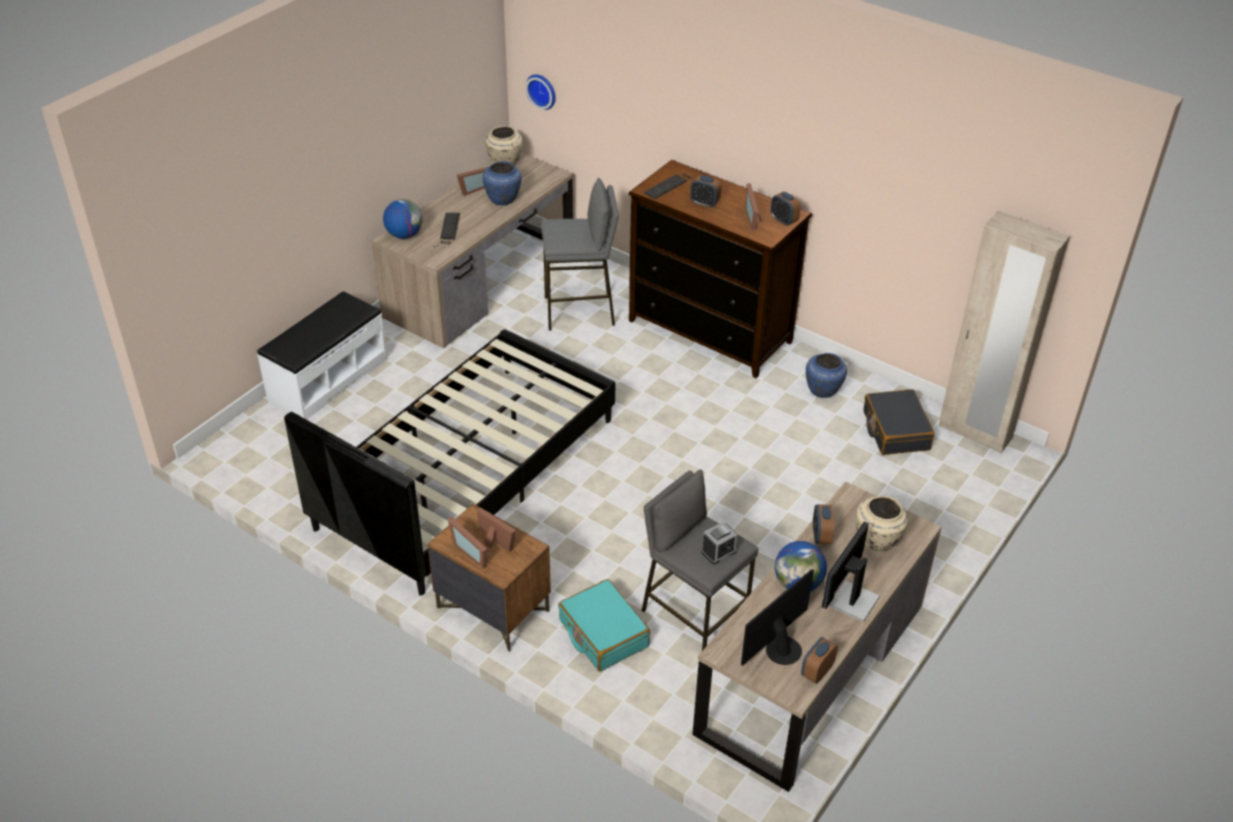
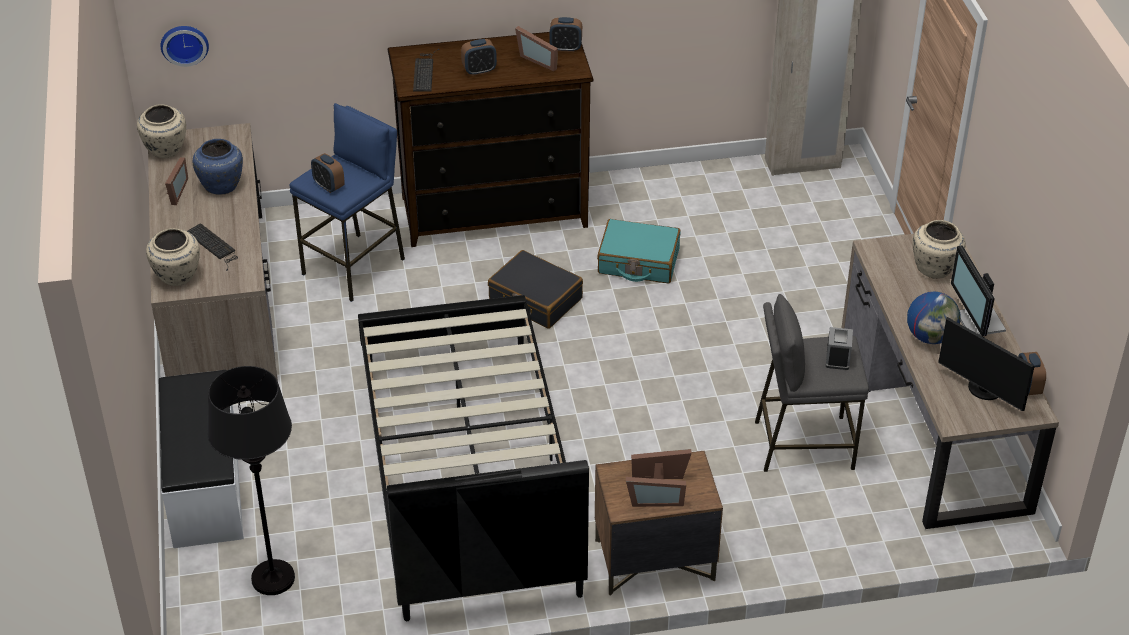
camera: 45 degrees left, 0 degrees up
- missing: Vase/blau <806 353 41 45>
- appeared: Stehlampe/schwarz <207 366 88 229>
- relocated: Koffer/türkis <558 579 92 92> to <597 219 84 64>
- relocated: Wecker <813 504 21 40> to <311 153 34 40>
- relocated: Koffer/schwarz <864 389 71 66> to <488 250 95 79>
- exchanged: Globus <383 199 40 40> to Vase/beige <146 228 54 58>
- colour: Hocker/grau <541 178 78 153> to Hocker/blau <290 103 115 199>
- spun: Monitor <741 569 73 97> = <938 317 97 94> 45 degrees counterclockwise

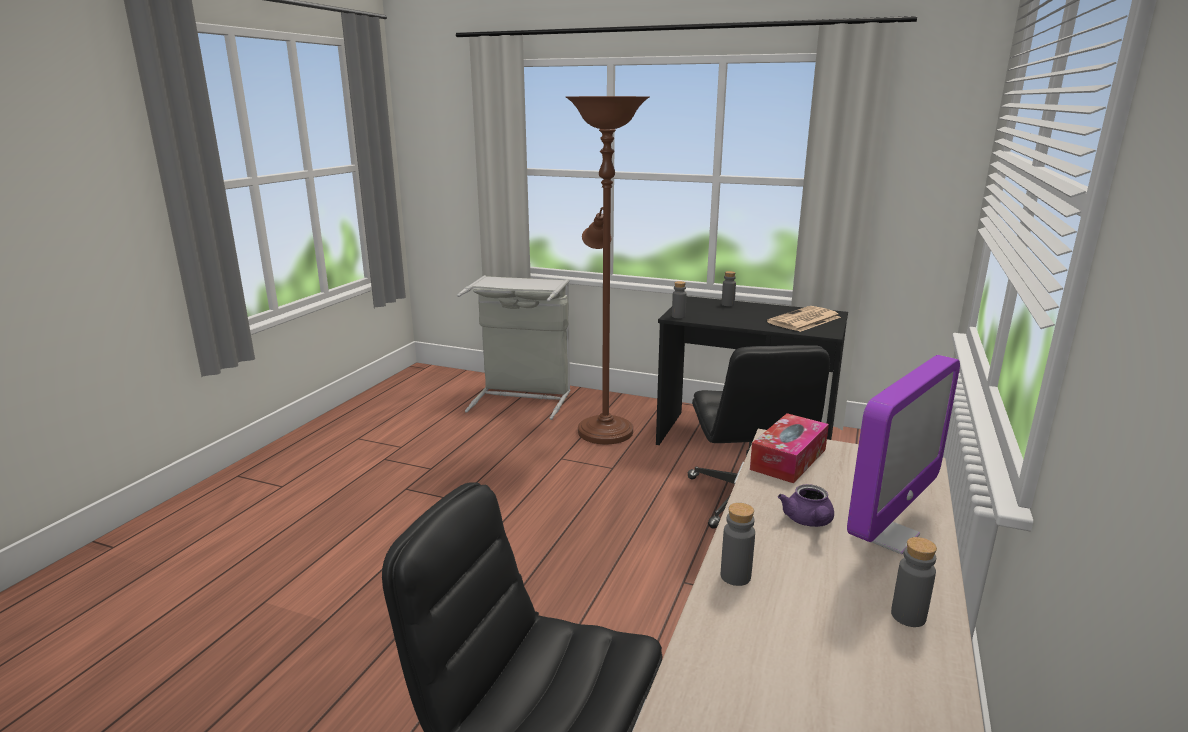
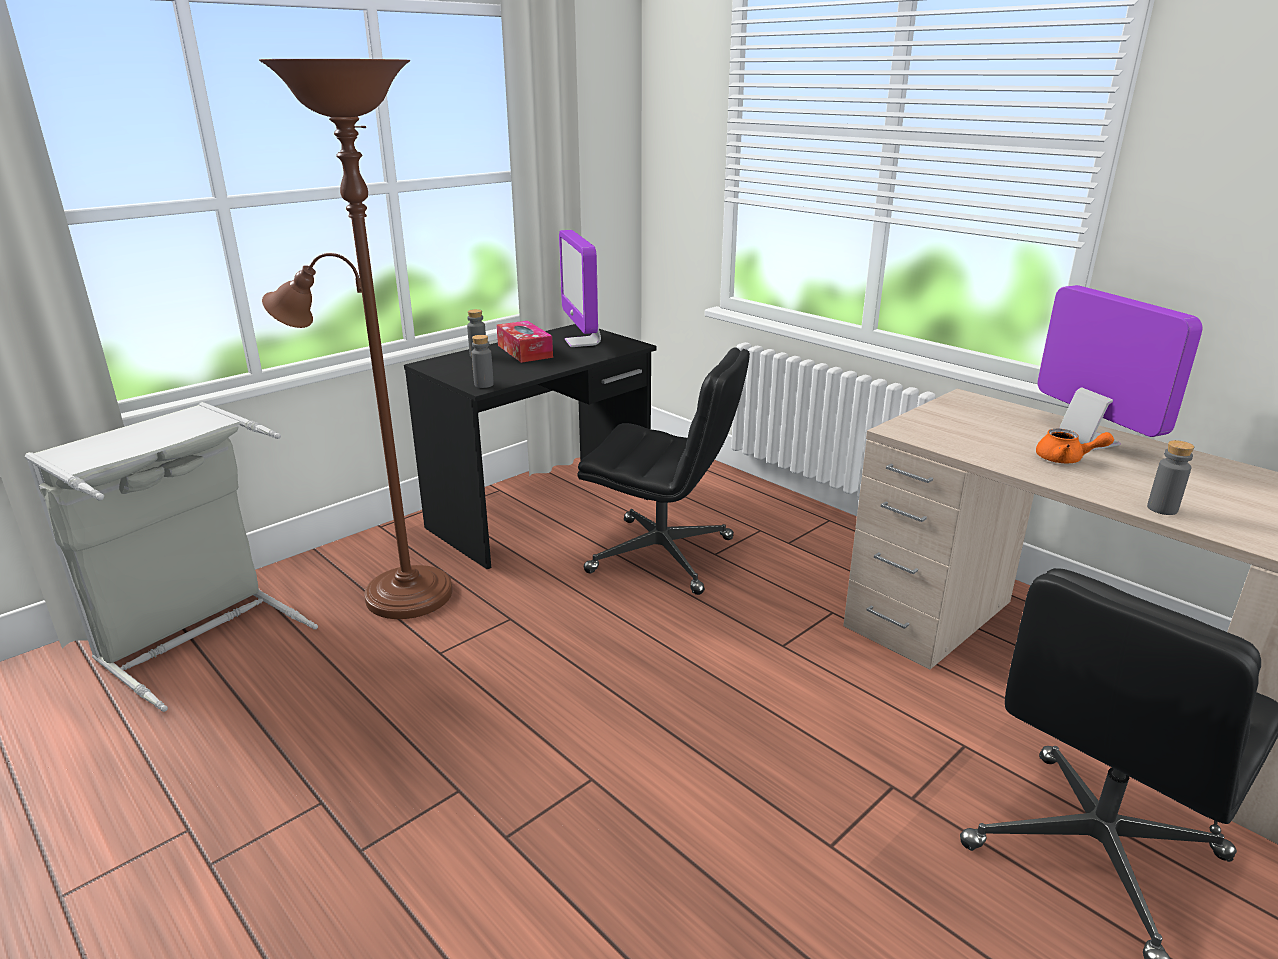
camera: 65 degrees left, 5 degrees up
- missing: Flasche/grau <891 537 46 90>
- relocated: Taschentuchbox <750 413 79 70> to <497 321 56 42>
- exchanged: Zeitung <767 306 74 26> to Monitor <559 230 42 117>
- colour: Teekanne/lila <778 484 56 43> to Teekanne/orange <1036 429 78 34>

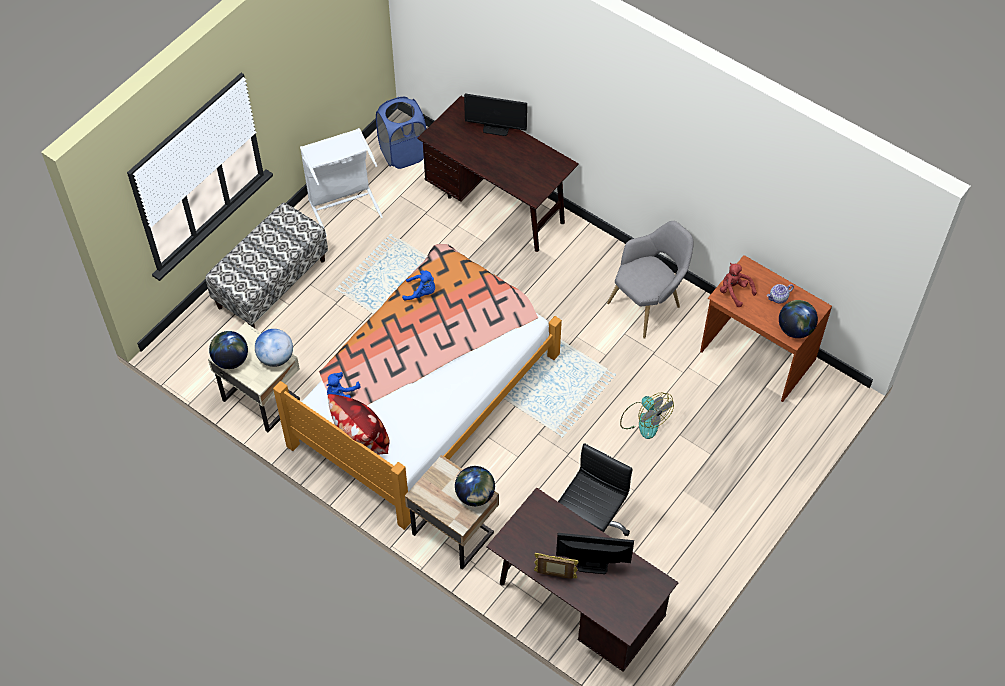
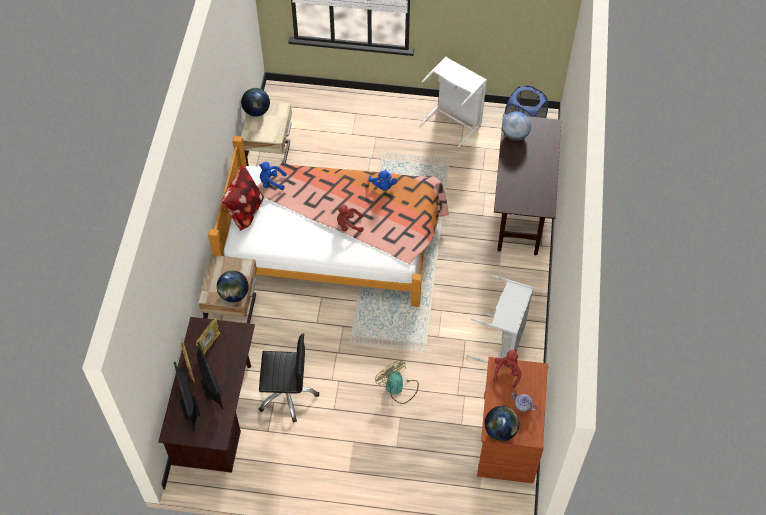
camera: 60 degrees right, 0 degrees up
- missing: Bank <205 203 123 125>
- appeared: Bilderrahmen <196 318 24 36>
- appeared: Plüschtier/rot <337 205 26 27>
- relocated: Globus <255 329 38 38> to <502 111 29 30>
- relocated: Monitor <464 94 63 42> to <174 362 26 70>
- exchanged: Sessel/grau <607 221 86 117> to Wäschekorb/grau <466 274 68 90>
- spun: Ventilator <620 393 54 46> = <375 360 44 44> 120 degrees clockwise

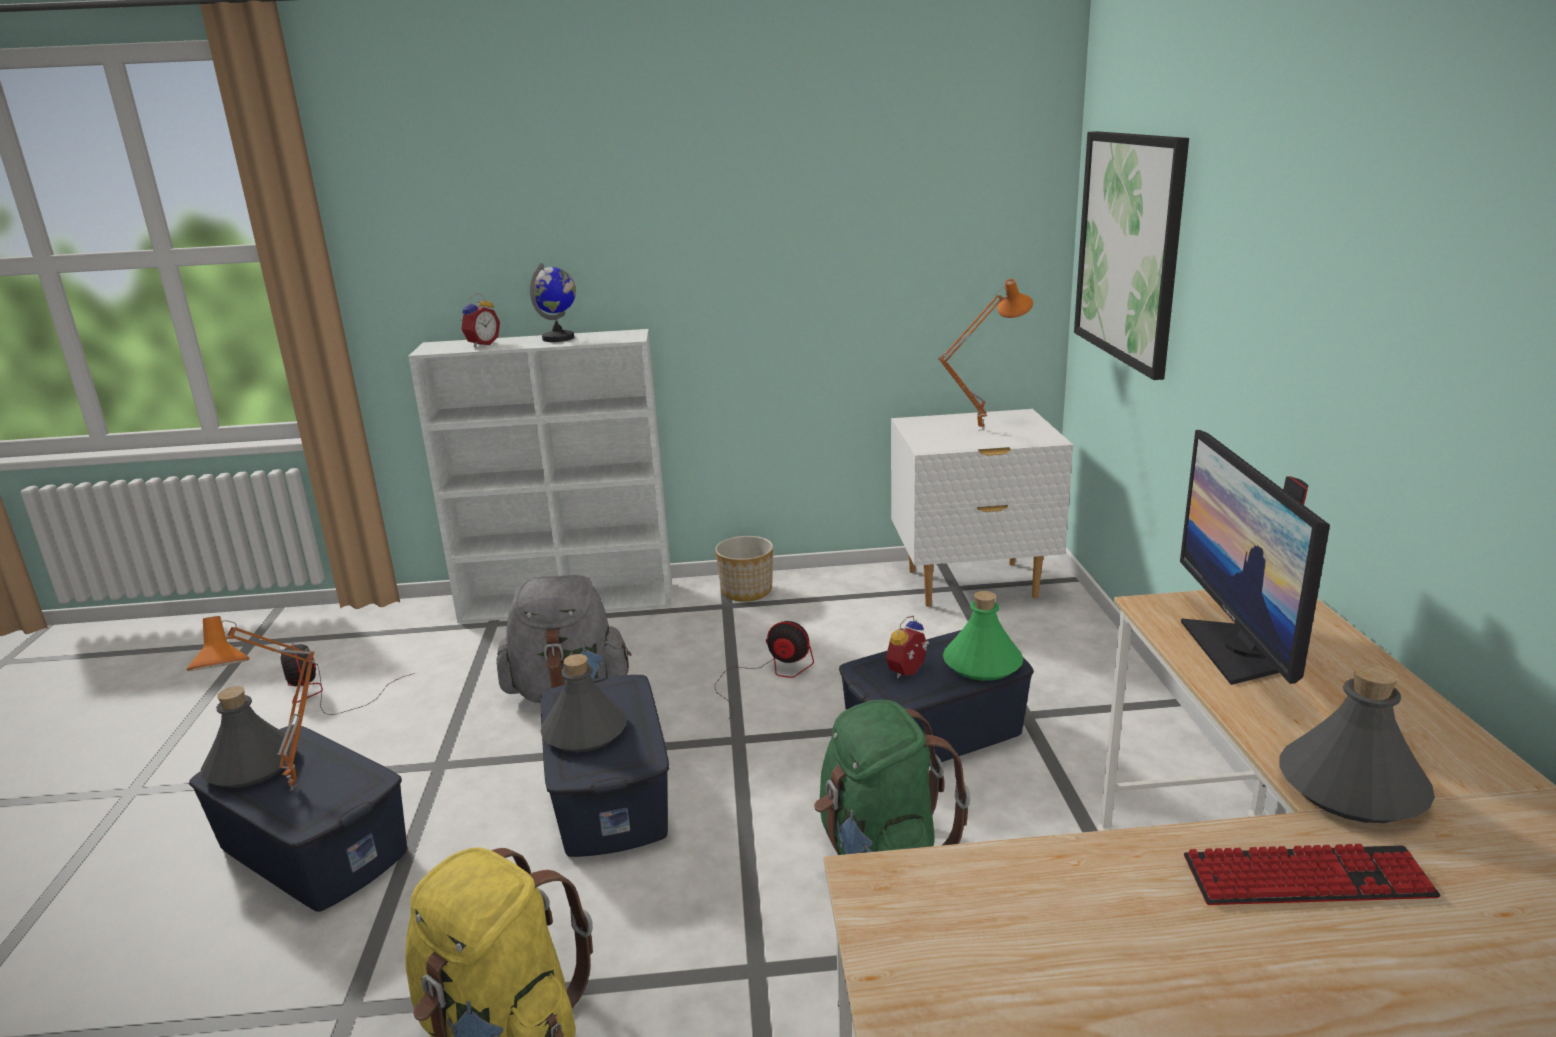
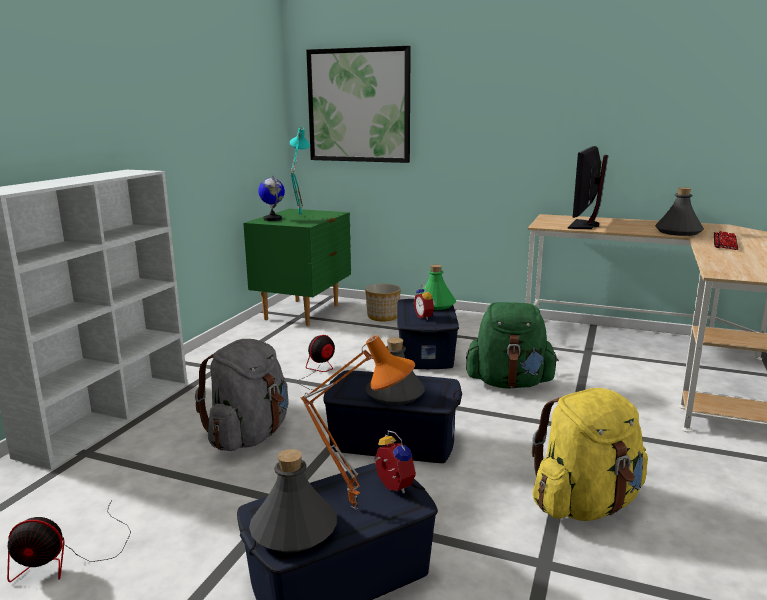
camera: 65 degrees left, 5 degrees down
- relocated: Wecker <461 293 39 54> to <374 430 42 64>
- relocated: Globus <530 263 46 79> to <258 175 27 46>
- relocated: Pflanzkübel <715 536 58 66> to <365 284 36 37>
- colour: Nachttisch/weiß <891 409 182 198> to Nachttisch/grün <243 209 108 117>
- colour: Tischlampe/orange <938 279 95 152> to Tischlampe/türkis <290 127 20 90>
- spun: Monitor <1180 430 150 255> = <568 146 41 83> 90 degrees clockwise

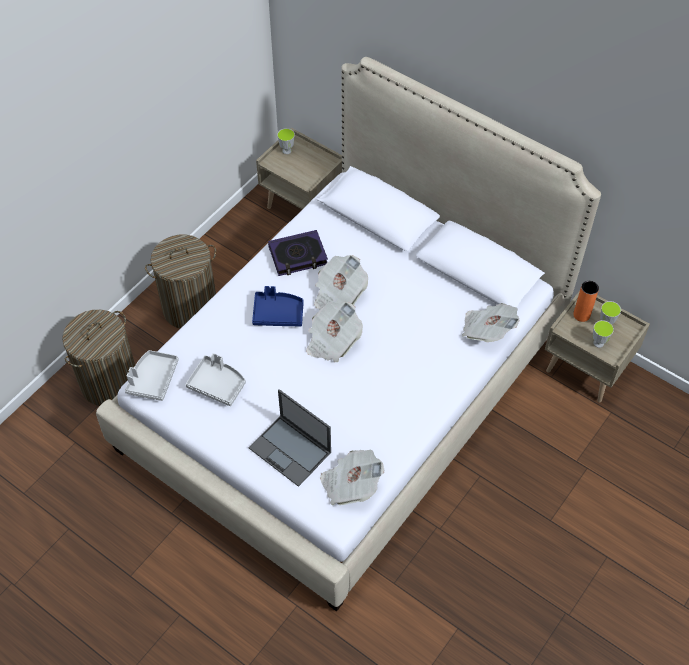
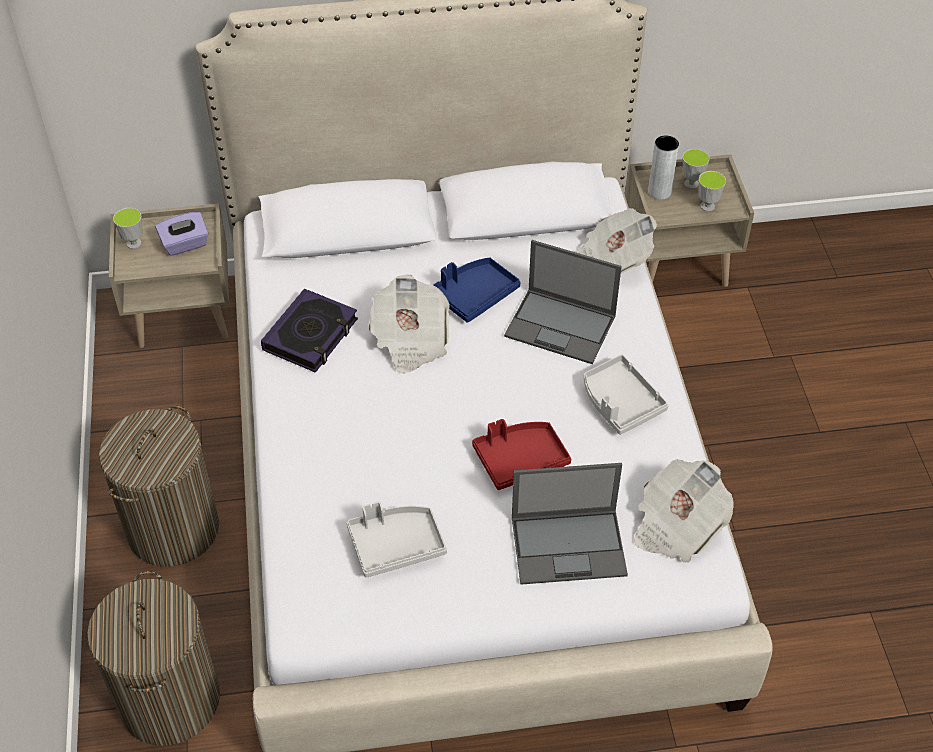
camera: 45 degrees left, 5 degrees down
- missing: Zeitung <306 302 57 60>
- appeared: Taschentuchbox/lila <155 212 54 44>
- appeared: Tablett/rot <472 419 99 71>
- appeared: Laptop <504 240 118 124>
- relocated: Tablett/grau <125 350 54 51> to <584 354 85 81>
- relocated: Tablett/blau <252 286 52 40> to <433 257 87 66>
- colour: Vase/orange <573 281 26 41> to Vase/grau <648 136 31 64>

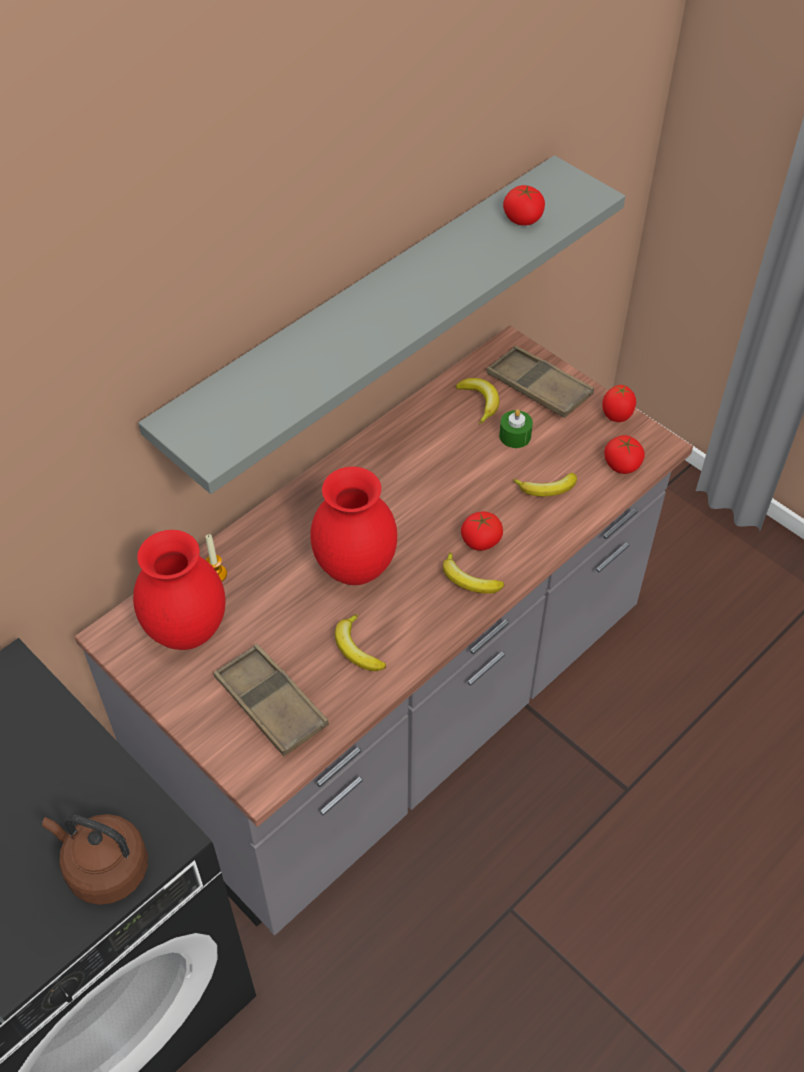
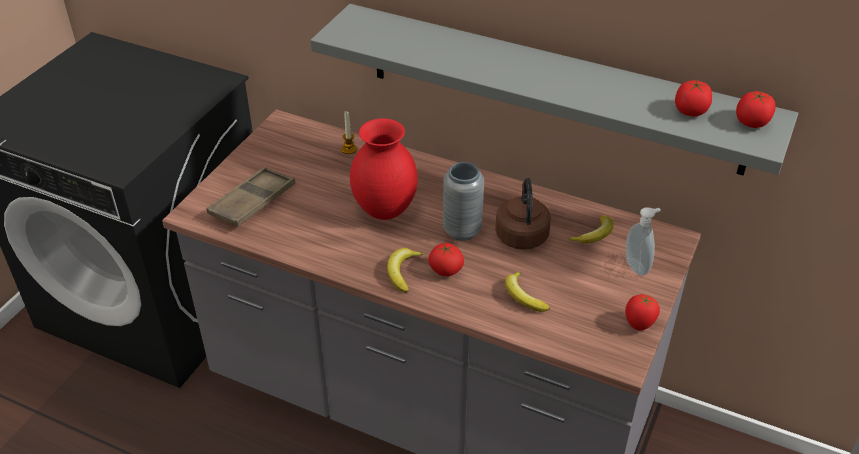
camera: 70 degrees right, 10 degrees down
- missing: Vase/rot <133 530 93 120>
- missing: Banane <335 614 51 57>
- missing: Kerze/grün <499 409 34 39>
- appeared: Vase/grau <443 162 41 79>
- relocated: Wasserkessel/braun <42 814 106 91> to <495 178 56 72>
- relocated: Tomate <604 435 41 39> to <736 91 39 37>
- exchanged: Tablett/braun <486 346 108 72> to Seifenspender <626 207 35 69>

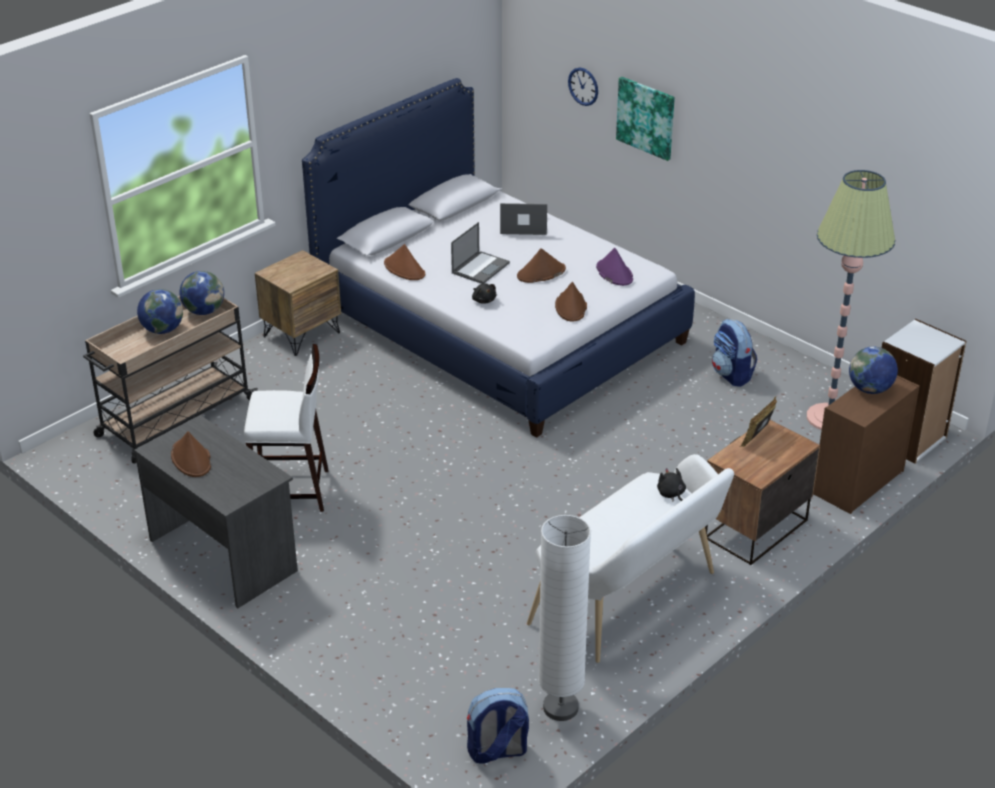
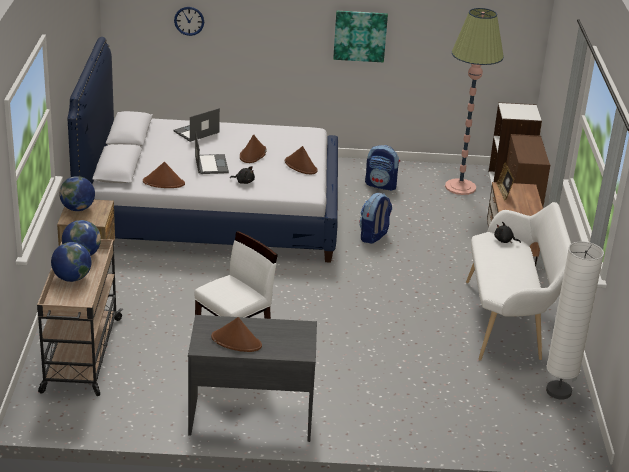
camera: 45 degrees left, 5 degrees down
- missing: Hut/lila <596 248 37 38>
- relocated: Rucksack <467 688 62 76> to <359 193 33 51>
- relocated: Bild <616 77 59 84> to <333 11 55 51>
- relocated: Globus <849 347 49 47> to <59 176 36 35>

